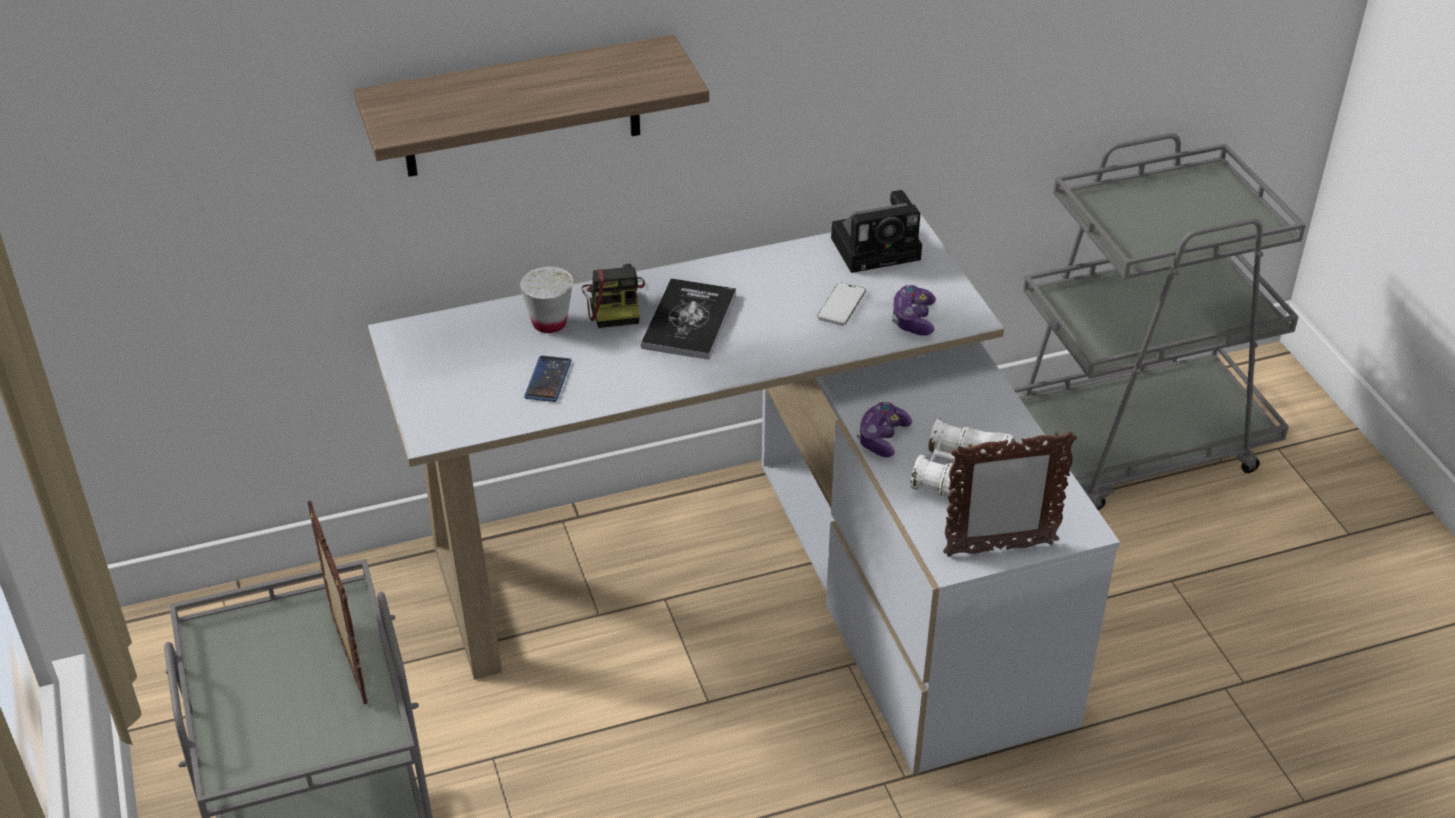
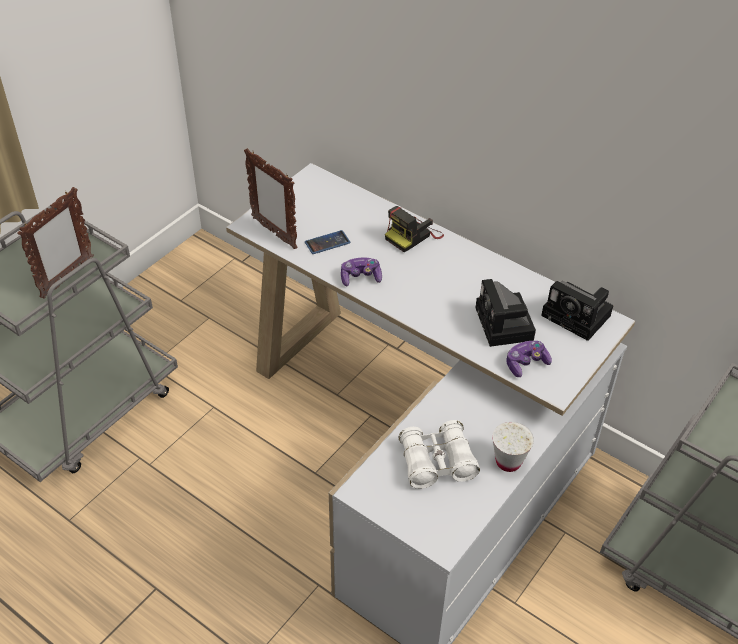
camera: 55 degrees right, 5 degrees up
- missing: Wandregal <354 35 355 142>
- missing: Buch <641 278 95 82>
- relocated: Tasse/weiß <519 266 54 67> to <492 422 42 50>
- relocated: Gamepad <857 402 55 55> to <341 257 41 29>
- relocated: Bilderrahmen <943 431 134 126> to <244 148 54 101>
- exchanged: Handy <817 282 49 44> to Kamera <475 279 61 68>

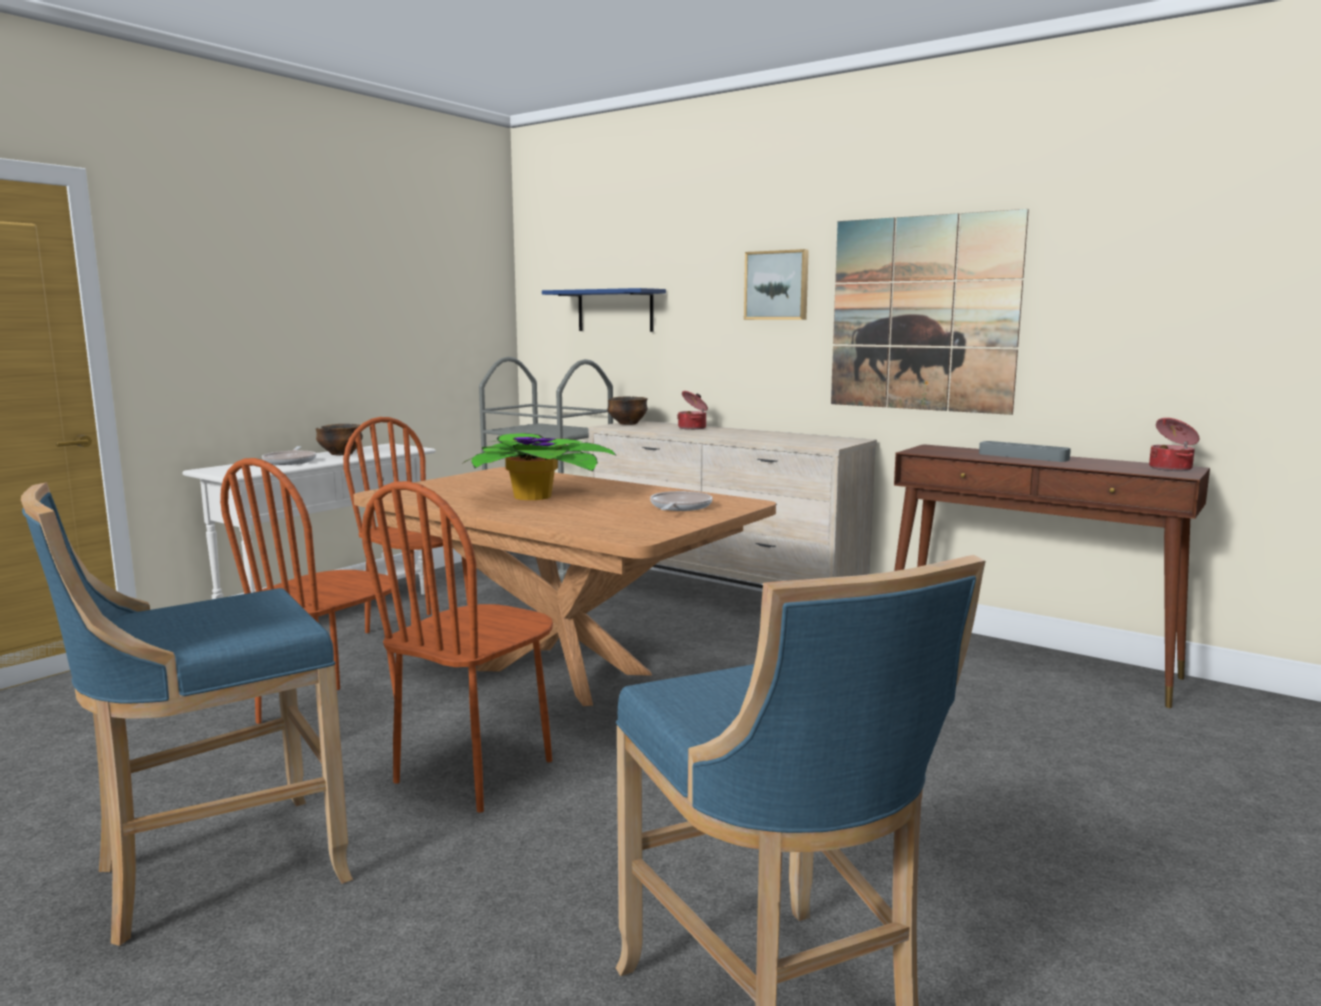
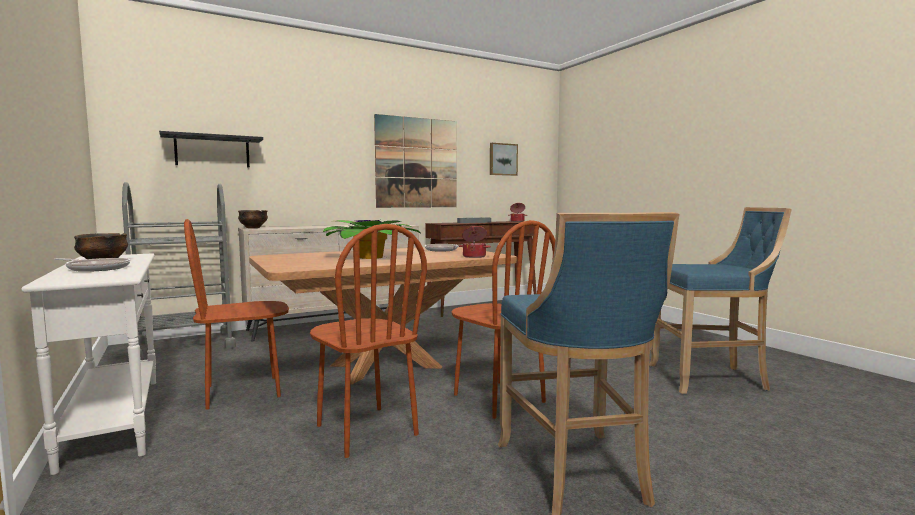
camera: 65 degrees left, 5 degrees down
- relocated: Kochtopf <677 391 31 39> to <459 226 32 32>
- relocated: Bild <744 249 65 71> to <490 143 28 33>
- colour: Wandregal/blau <542 288 124 44> to Wandregal/schwarz <159 131 104 36>

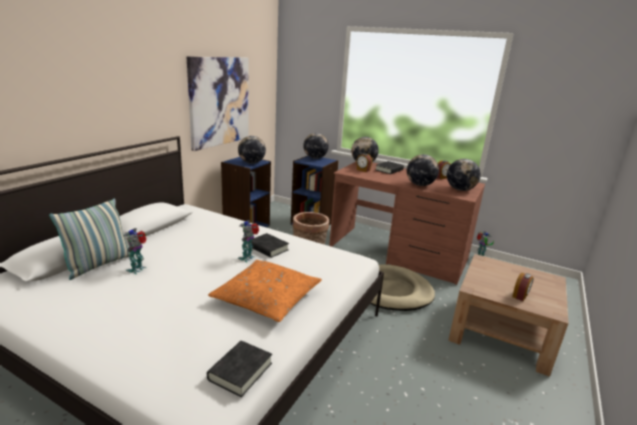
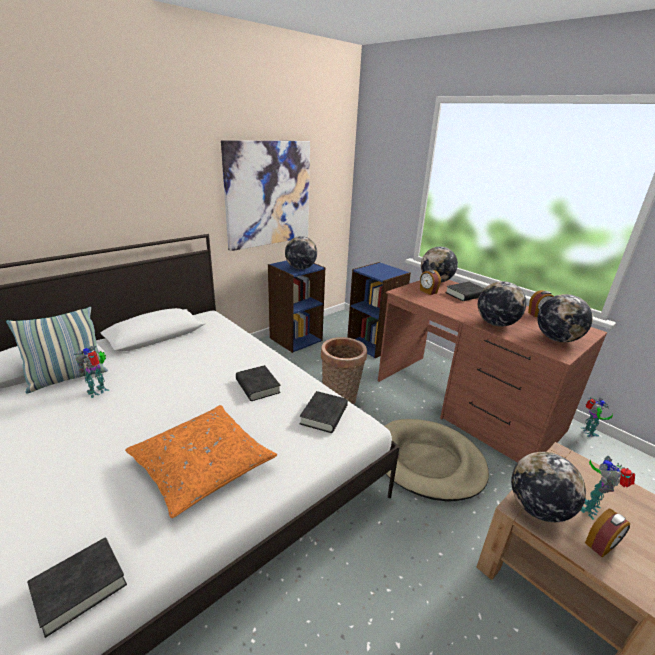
camera: 20 degrees right, 5 degrees up
- appeared: Buch/schwarz <300 391 48 42>
- relocated: Spielzeugroboter <238 220 21 42> to <580 456 55 63>
- relocated: Globus <303 133 26 26> to <511 452 75 70>

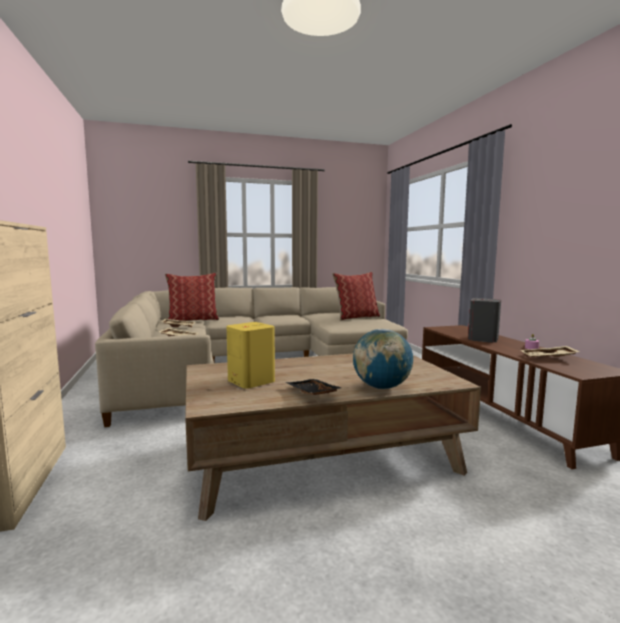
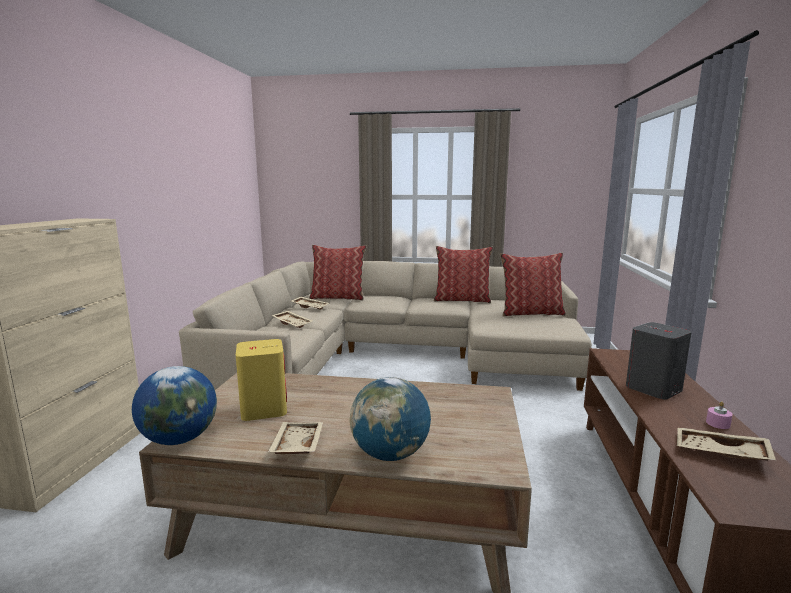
camera: 25 degrees right, 5 degrees up
- appeared: Globus <132 366 85 79>
- appeared: Kissen <434 246 59 57>
- colour: Tablett/schwarz <285 379 56 16> to Tablett/beige <268 422 55 32>

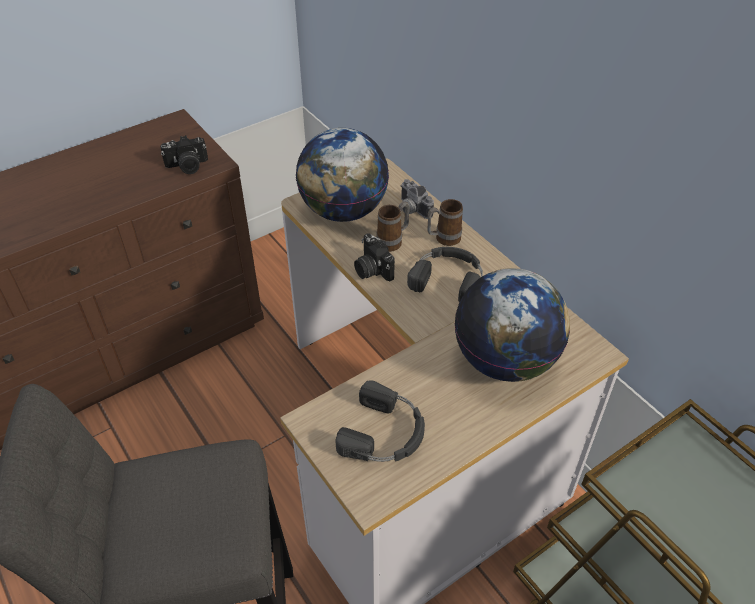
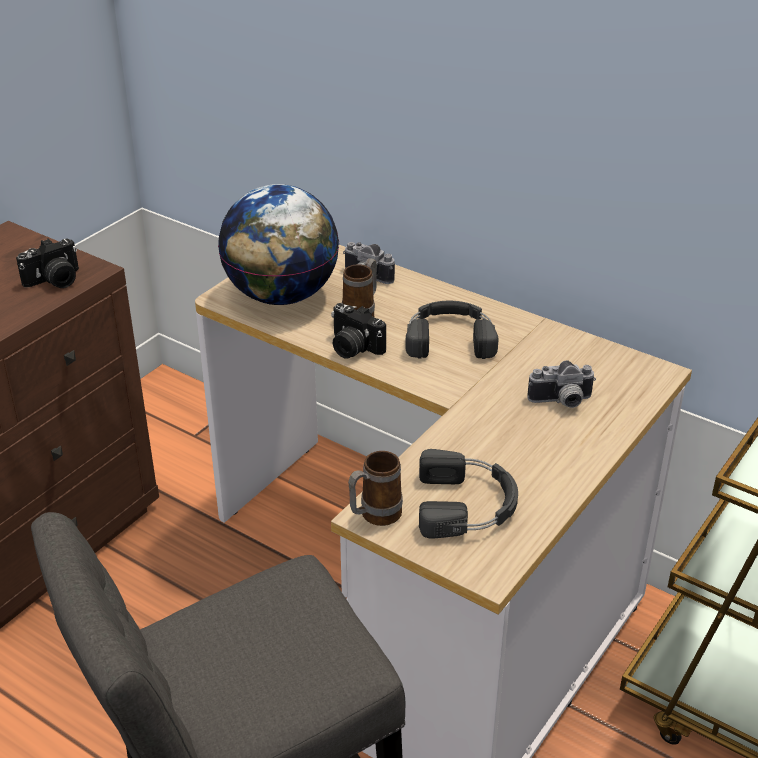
camera: 20 degrees left, 10 degrees down
- relocated: Henkelbecher <427 199 36 47> to <348 451 55 75>
- exchanged: Globus <454 268 116 114> to Kamera <528 360 68 48>

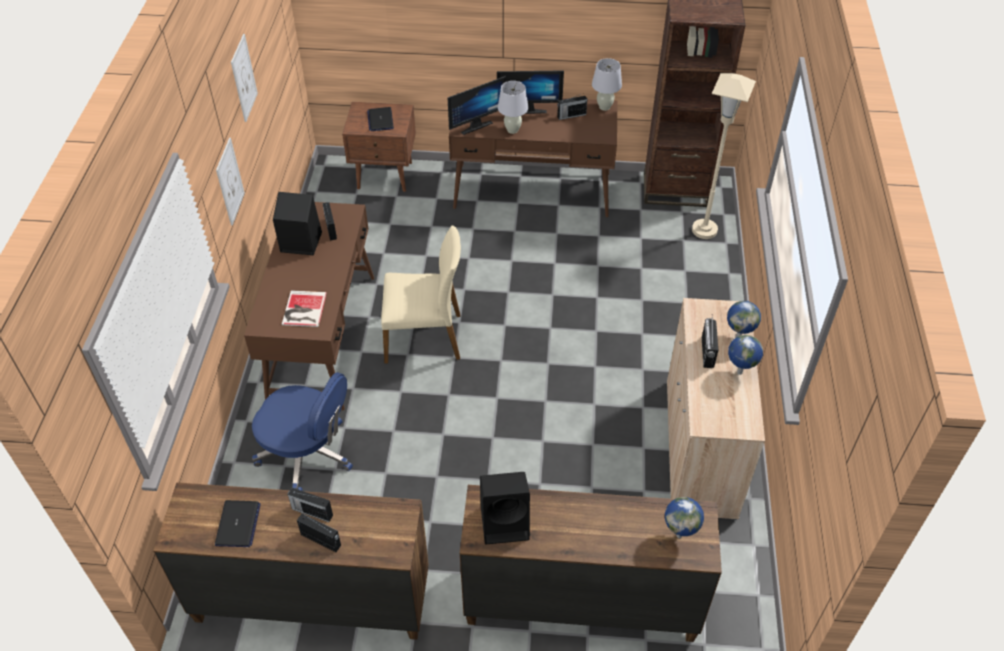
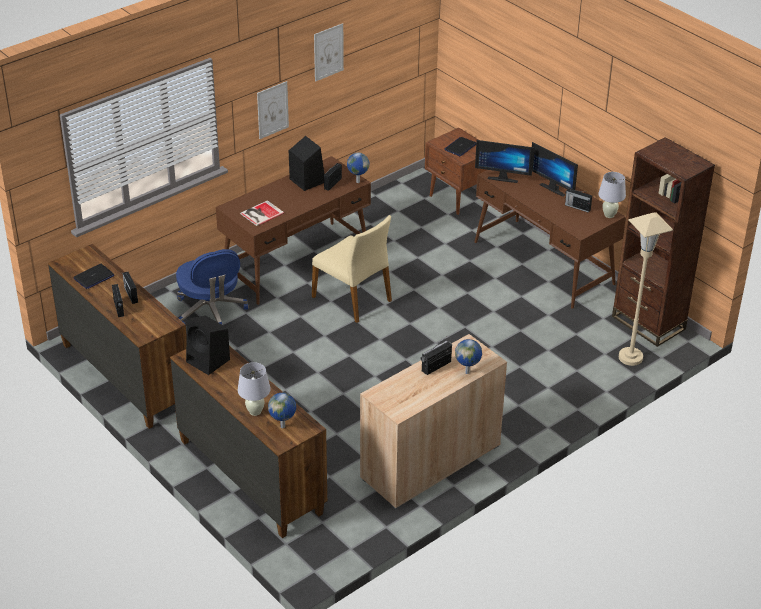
camera: 45 degrees right, 10 degrees down
- relocated: Tischlampe/weiß <498 81 31 53> to <238 362 33 54>
- relocated: Globus <728 335 35 40> to <347 152 22 31>

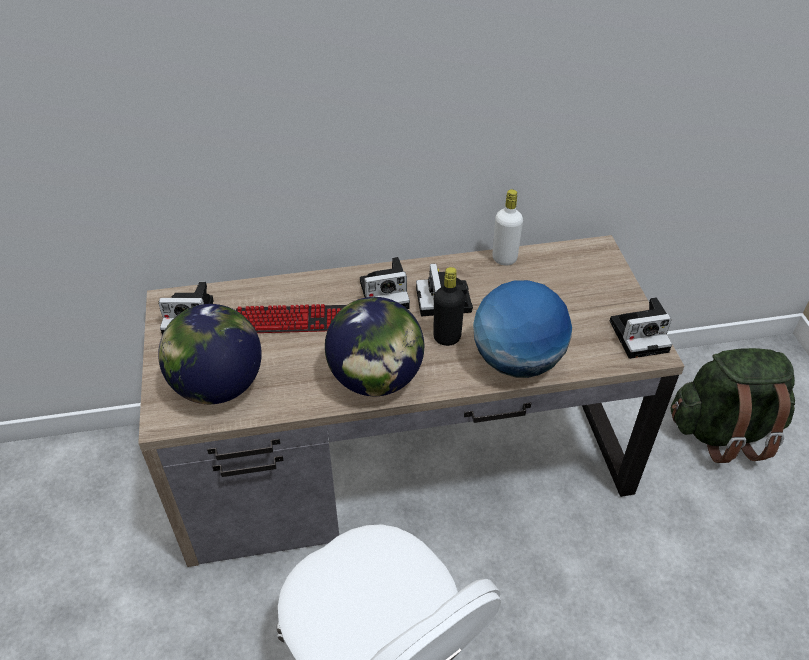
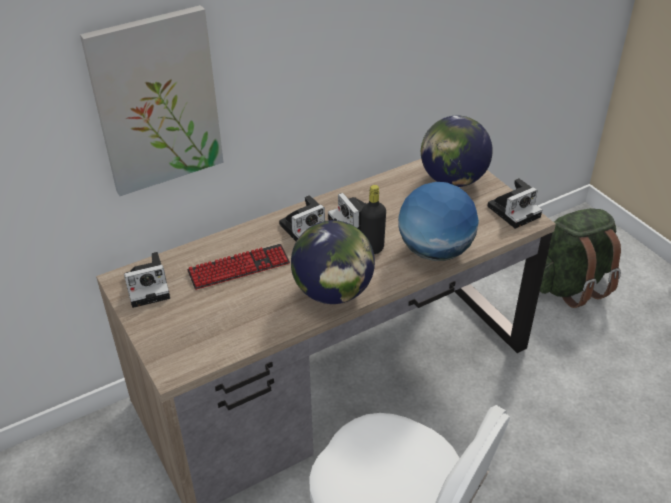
camera: 20 degrees left, 5 degrees down
- missing: Flasche/weiß <492 189 31 76>
- appeared: Bild <80 5 144 191>
- relocated: Globus <158 304 104 100> to <421 116 72 71>

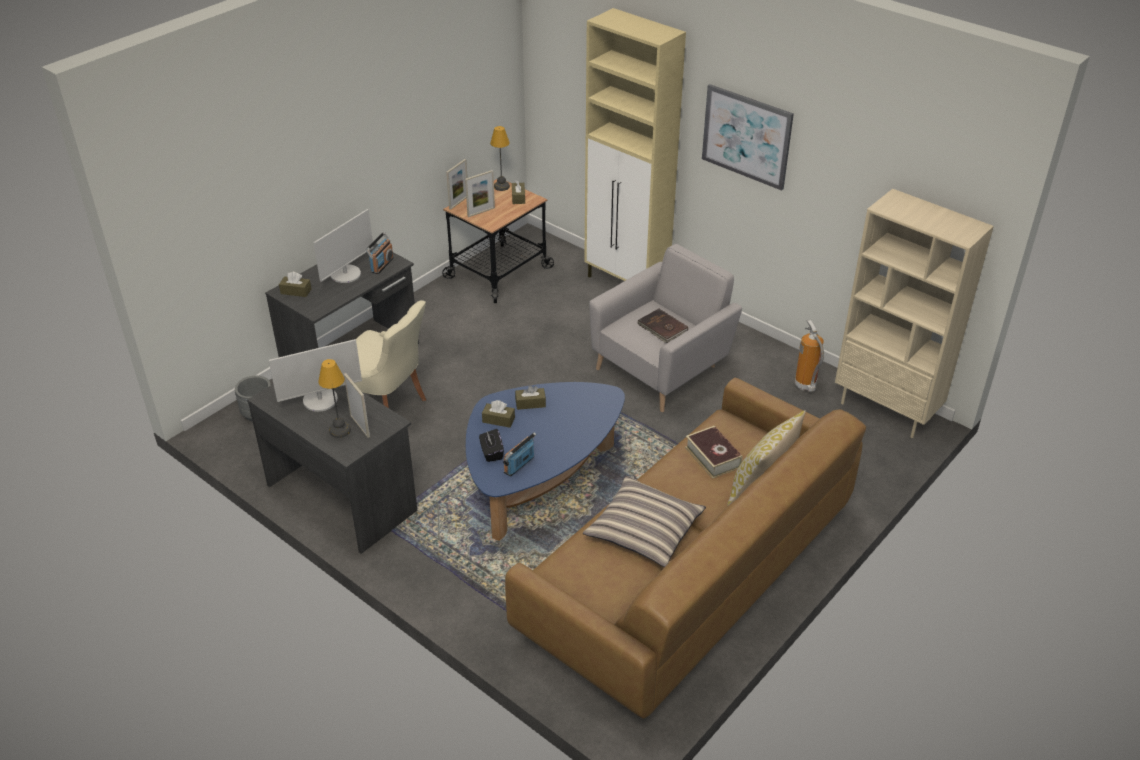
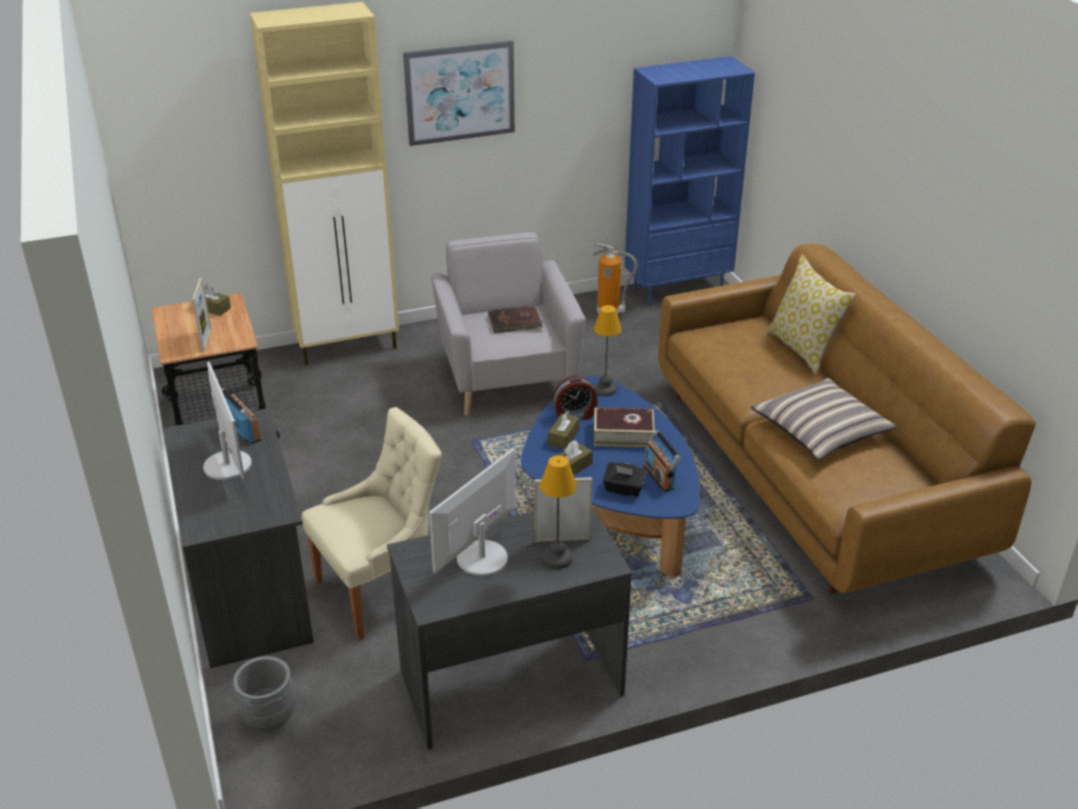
camera: 60 degrees left, 5 degrees down
- missing: Taschentuchbox/braun <279 272 32 25>
- missing: Bilderrahmen <446 159 22 51>
- appeared: Wecker <553 376 44 44>
- relocated: Tischlampe <490 126 20 65> to <593 305 29 91>
- relocated: Buch <685 426 58 53> to <594 408 61 39>
- colour: Bücherregal/beige <835 189 159 249> to Bücherregal/blau <625 56 130 251>
- spun: Monitor <268 339 94 73> = <429 448 87 128> 150 degrees counterclockwise

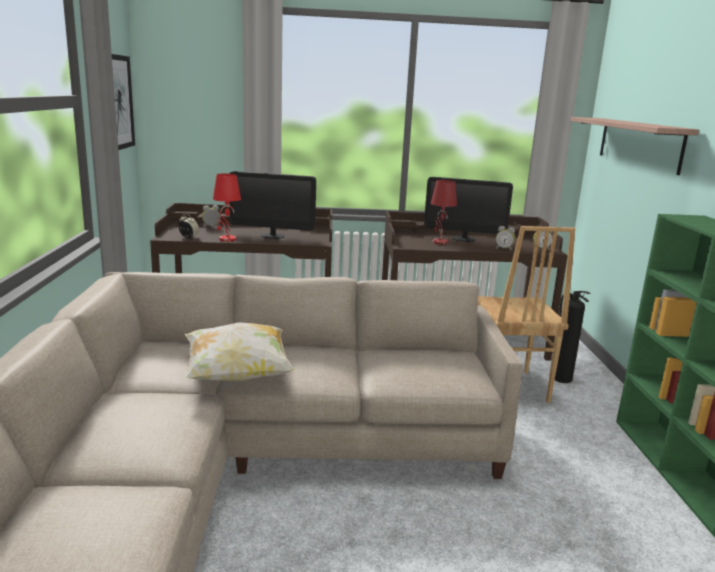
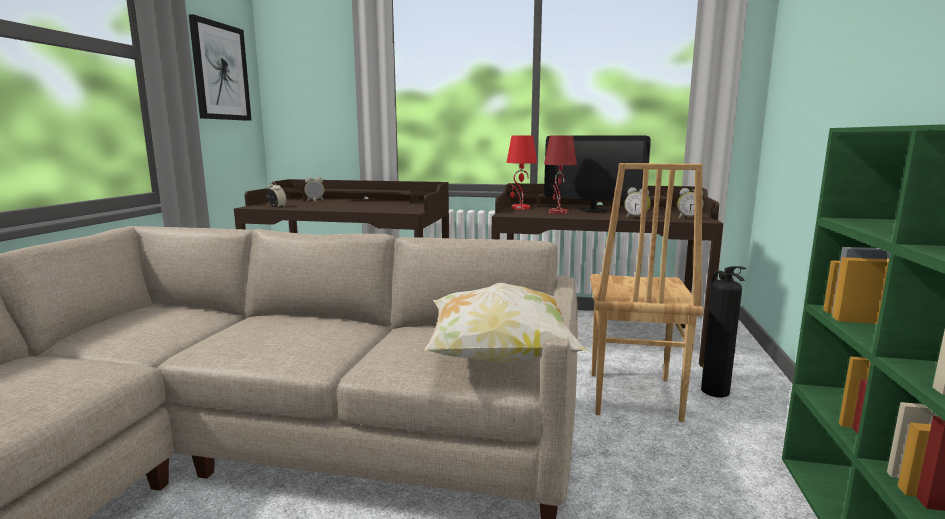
camera: 15 degrees right, 5 degrees down
- missing: Monitor <230 171 86 68>
- missing: Wandregal <570 117 129 58>
- relocated: Kissen <184 322 112 59> to <424 283 163 79>
- relocated: Tischlampe/rot <213 173 28 69> to <506 135 31 74>

